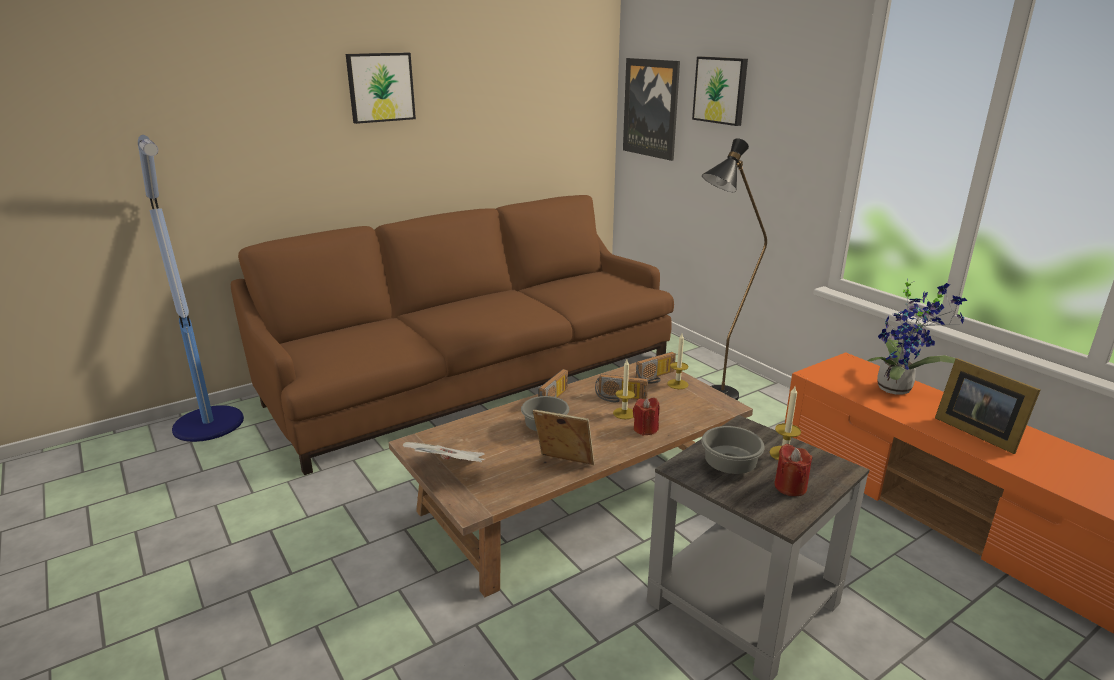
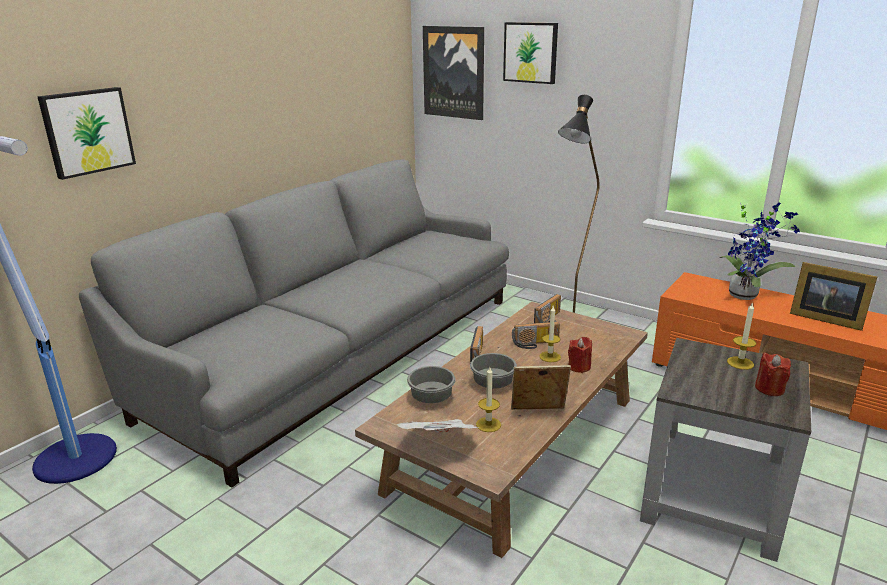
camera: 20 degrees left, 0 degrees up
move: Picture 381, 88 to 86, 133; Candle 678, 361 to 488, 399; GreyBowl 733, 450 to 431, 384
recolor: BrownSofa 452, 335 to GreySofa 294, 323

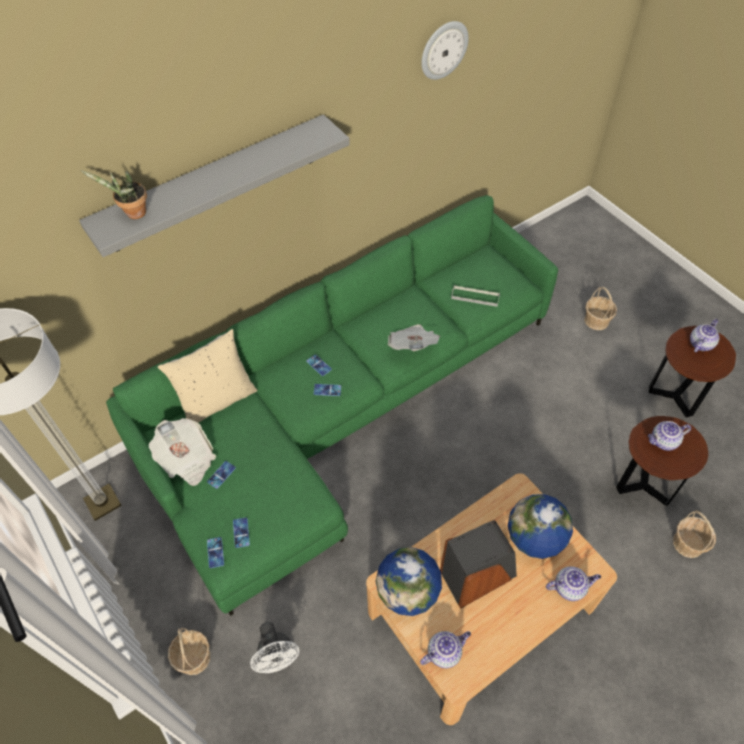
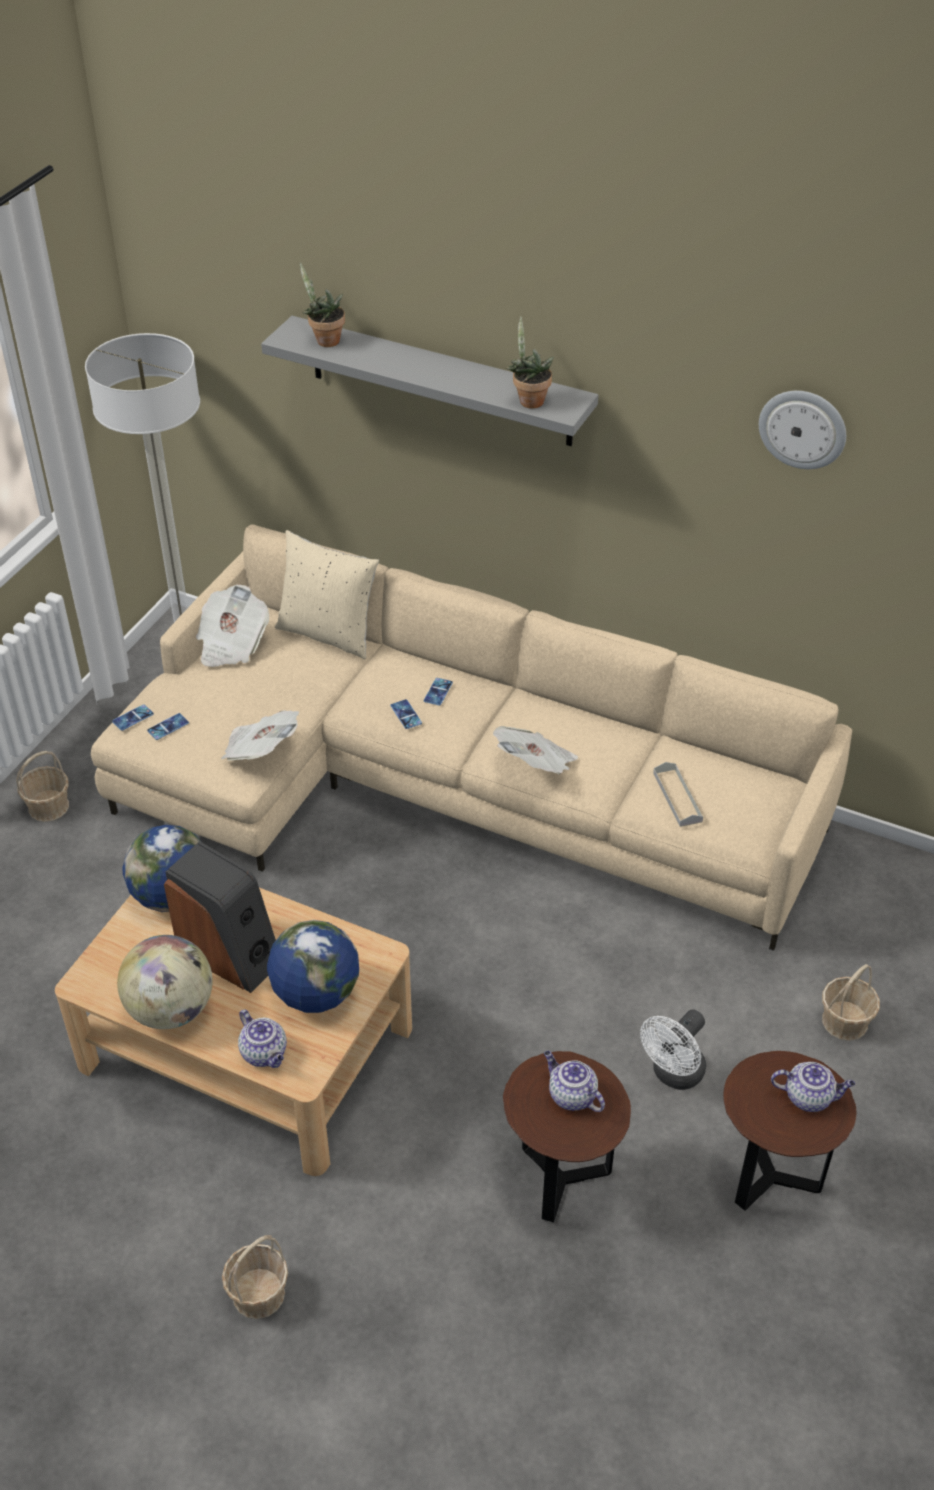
camera: 60 degrees right, 10 degrees down
delete: Phone 221, 475; Teapot 445, 649
insert: Globe 165, 982; Newspaper 260, 735; PottedPlant 529, 362
move: WhiteFan 274, 647 to 673, 1049; Basket 694, 534 to 255, 1277
recolor: GreenSofa 332, 405 to BeigeSofa 471, 737

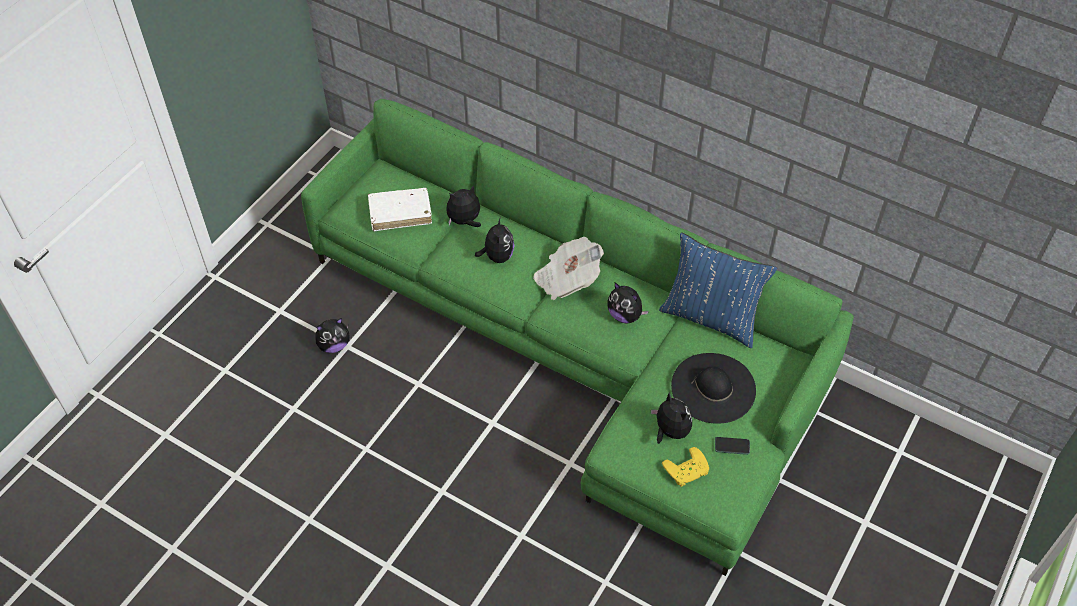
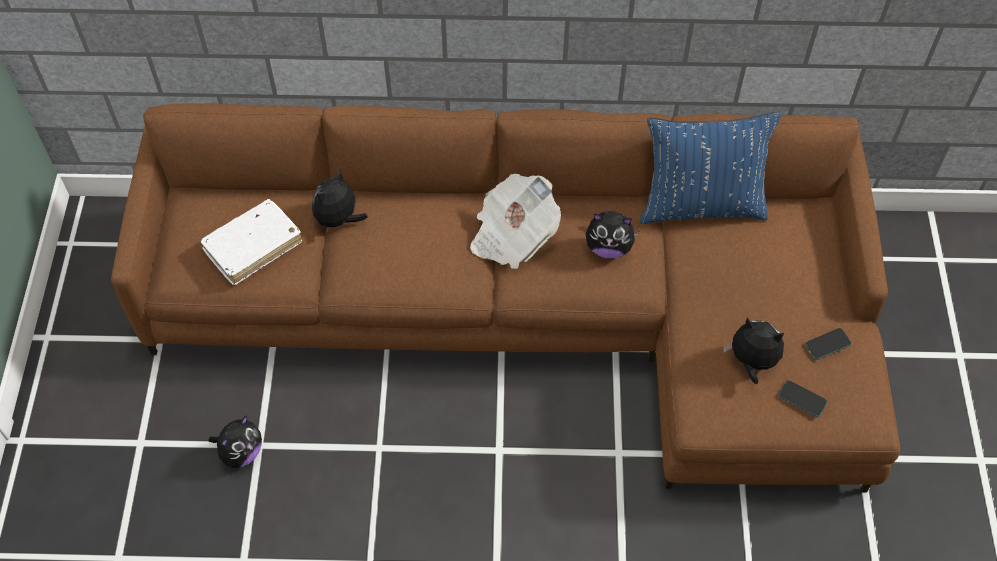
camera: 30 degrees left, 5 degrees up
delete: PlushToy 495, 240; BlackHat 713, 388
replace: YellowGameController 685, 467 to Phone 803, 398
recolor: GreenSofa 577, 337 to BrownSofa 505, 298

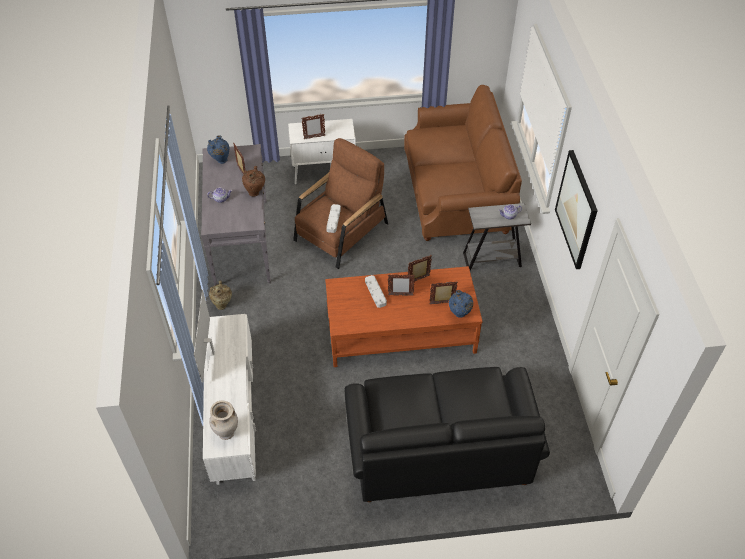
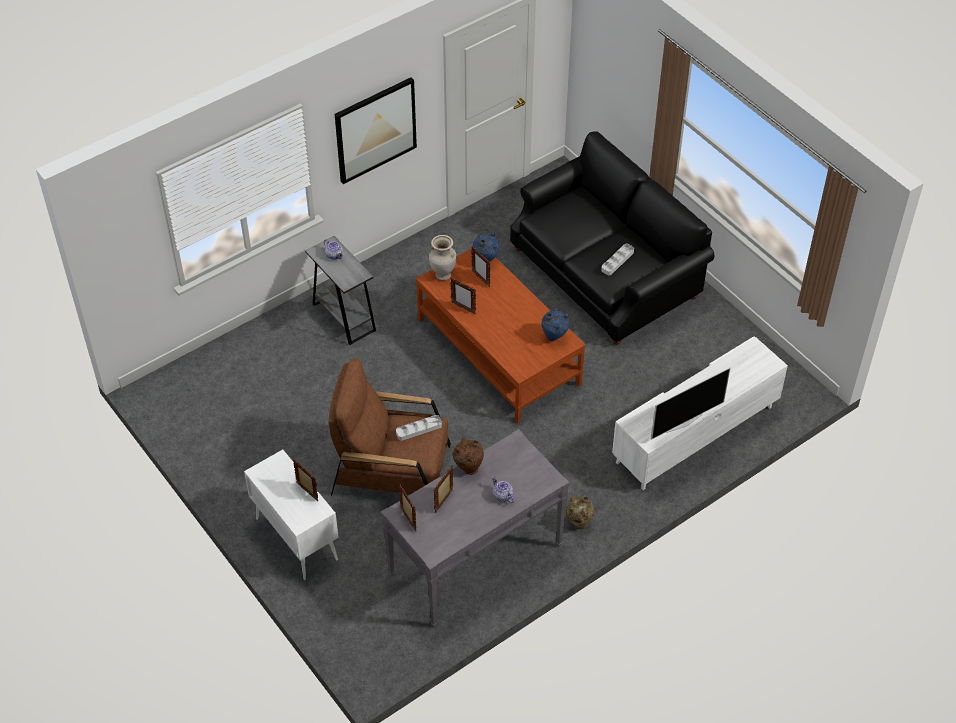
camera: 120 degrees left, 0 degrees up
delete: BrownSofa 463, 163
move: BlueVase 218, 149 to 555, 324; BeigeVase 223, 420 to 443, 257; GreyTray 376, 291 to 617, 259; PictureFrame 401, 285 to 407, 507

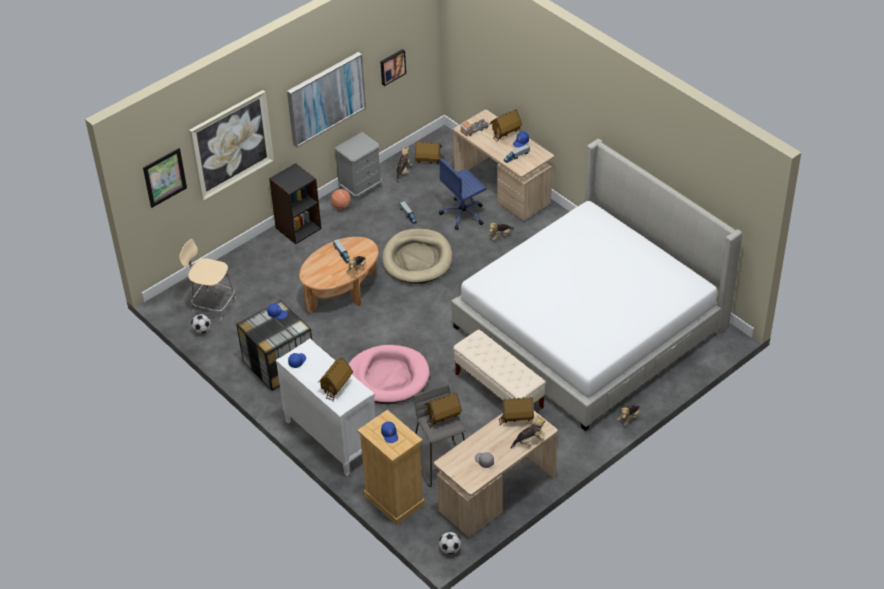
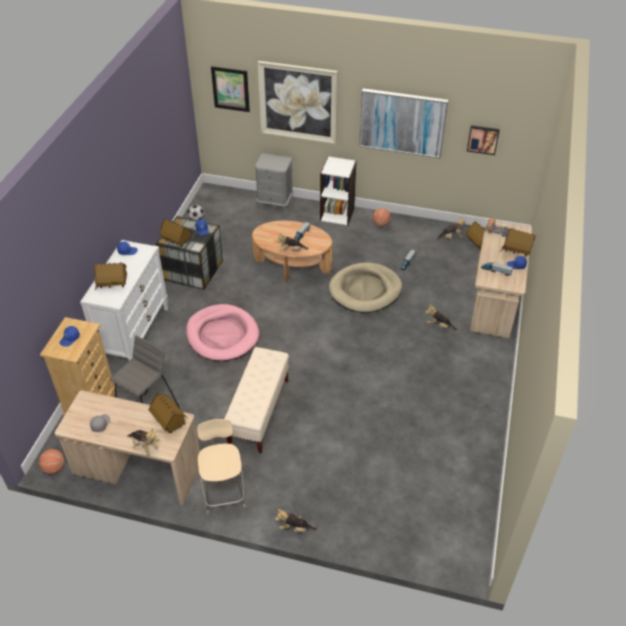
camera: 55 degrees right, 0 degrees up
delete: BlueOfficeChair 463, 194; Bed 596, 285
move: BeigeChair 207, 280 to 221, 466; GreyNightstand 358, 167 to 273, 182; ToyHouse 443, 410 to 175, 233
replace: Football 450, 543 to Basketball 51, 461
recolor: BlackBookcase 295, 203 to WhiteBookcase 338, 191

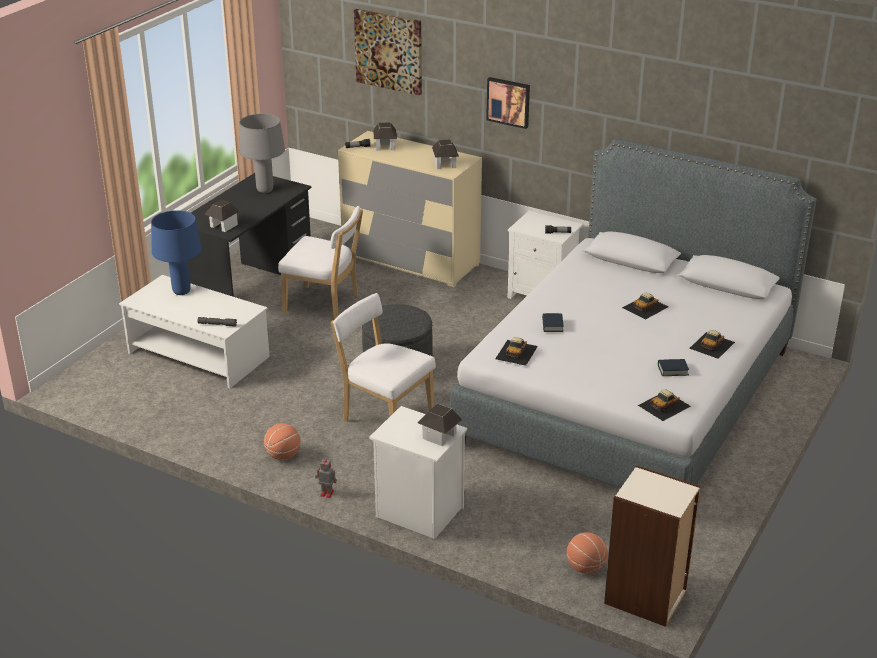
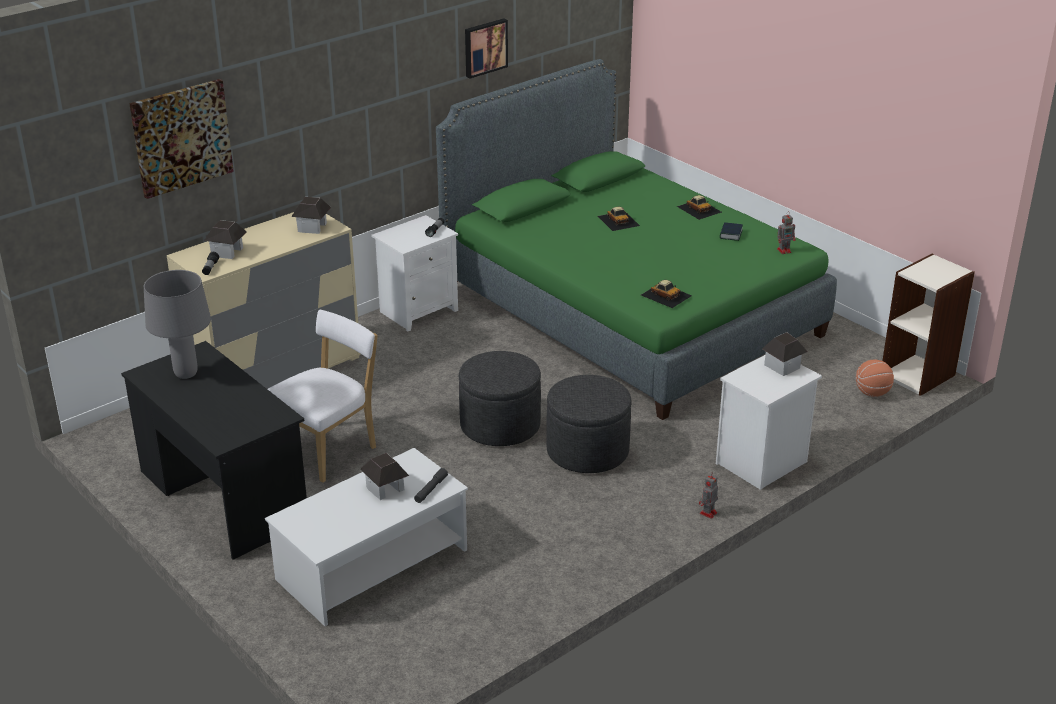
camera: 70 degrees left, 0 degrees up
delete: BlueTableLamp 176, 252; Basketball 282, 441; Book 552, 322
move: ToyHouse 222, 216 to 384, 476; Picture 508, 103 to 486, 48
replace: WhiteChair 383, 357 to GreyOttoman 589, 424; ToyCar 664, 405 to ToyRobot 786, 233
recolor: GreyBed 633, 313 to GreenBed 636, 239

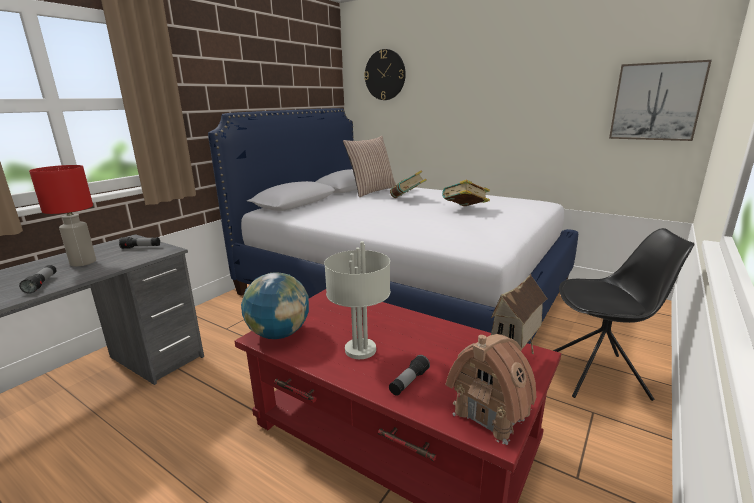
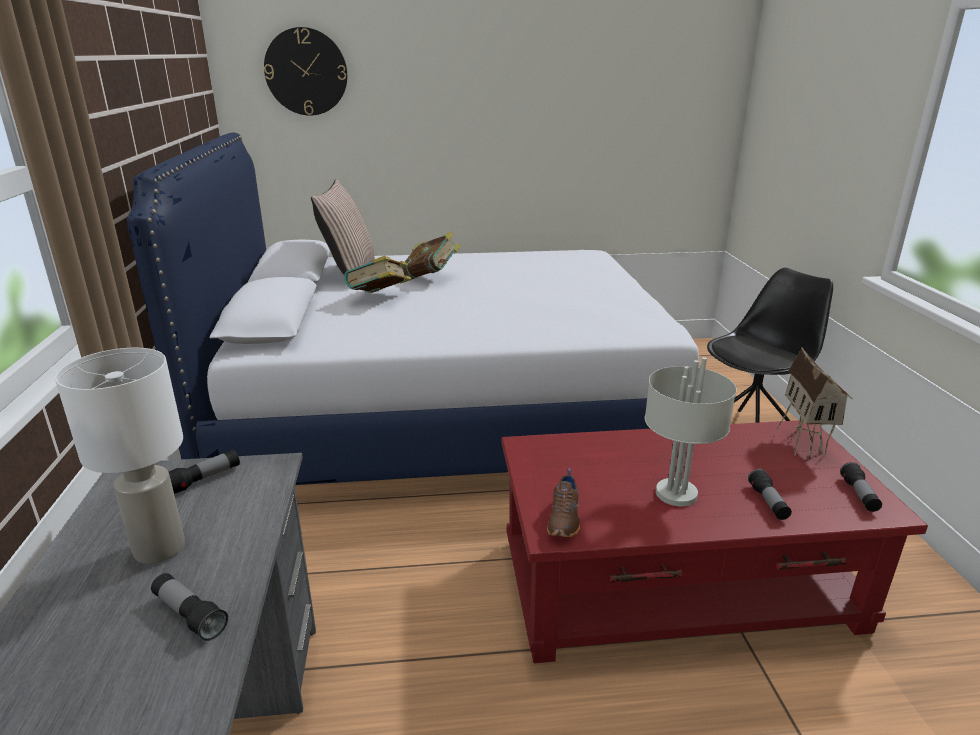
camera: 40 degrees left, 5 degrees up
delete: Picture 660, 100
move: Book 466, 193 to 377, 274
replace: Globe 275, 305 to BrownShoe 563, 502; ToyHouse 490, 389 to Flashlight 861, 487
recolor: RedTableLamp 62, 216 to WhiteTableLamp 120, 456

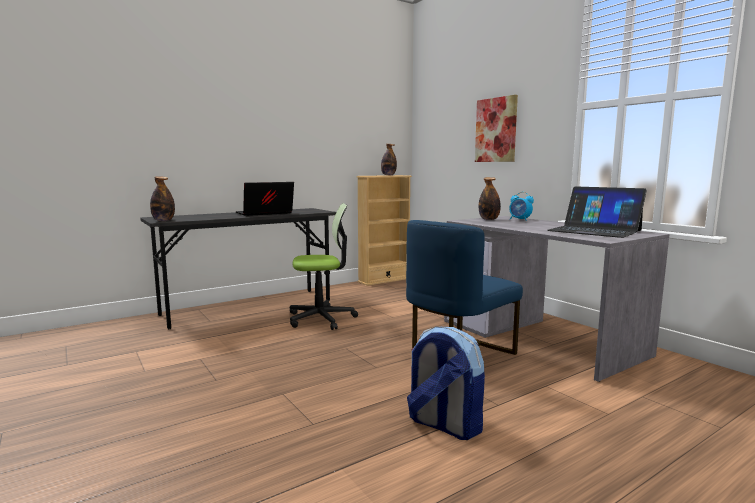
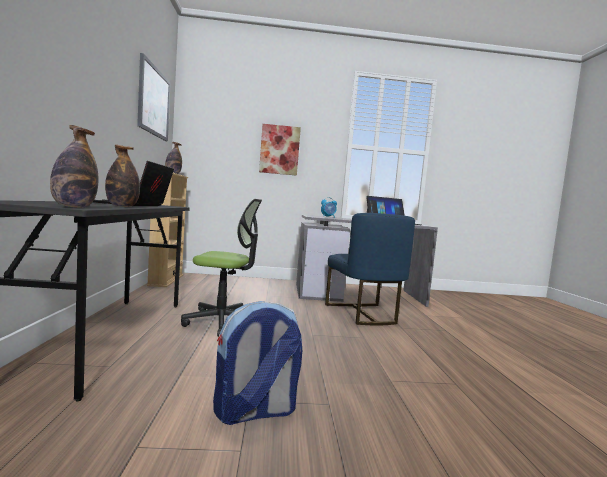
camera: 60 degrees left, 5 degrees down
insert: Picture 154, 97
move: Backpack 446, 383 to 257, 363; Bottle 489, 198 to 122, 175
rotate: OfficeChair 324, 266 = 221, 268 75 degrees clockwise

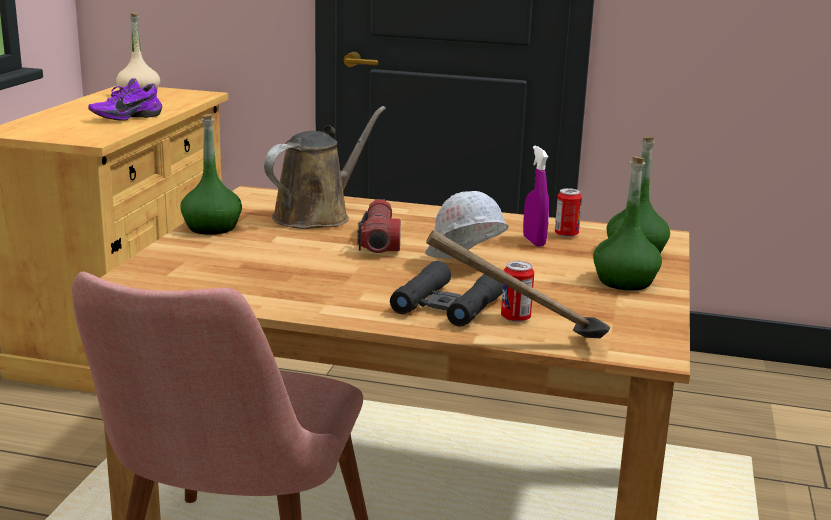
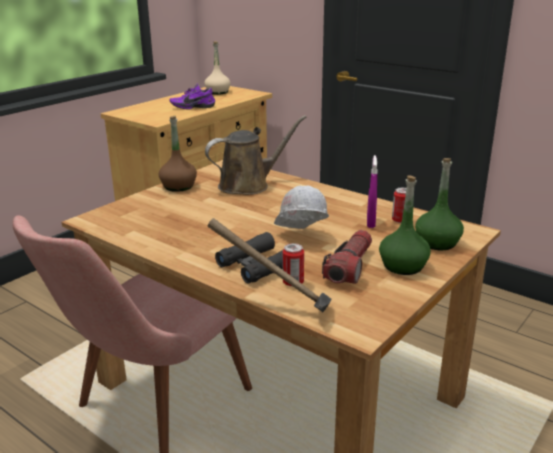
camera: 25 degrees right, 5 degrees up
move: Flashlight 379, 226 to 347, 257
recolor: GreenBottle 211, 174 to BrownBottle 178, 154

